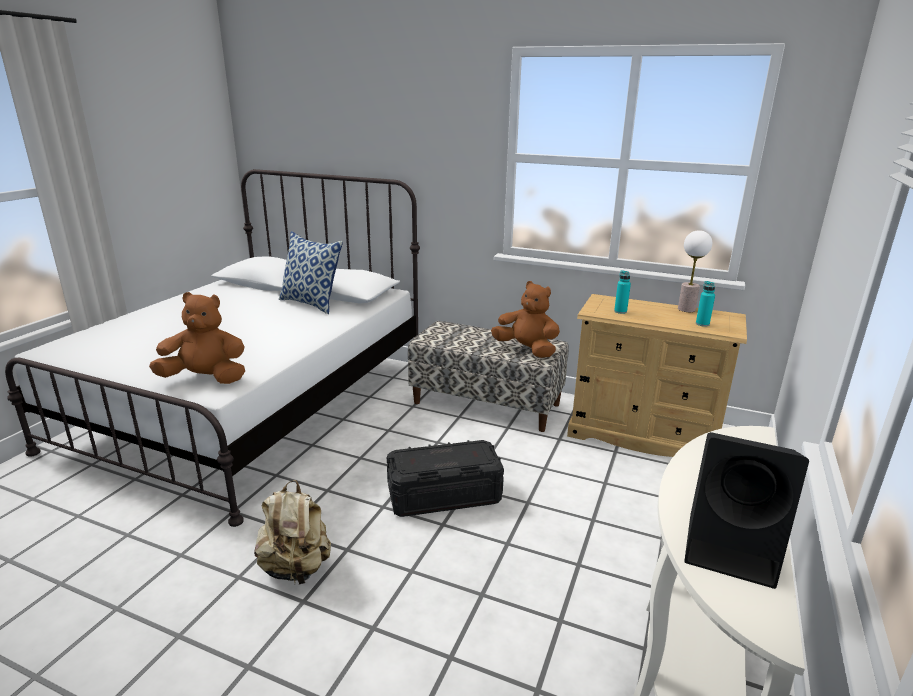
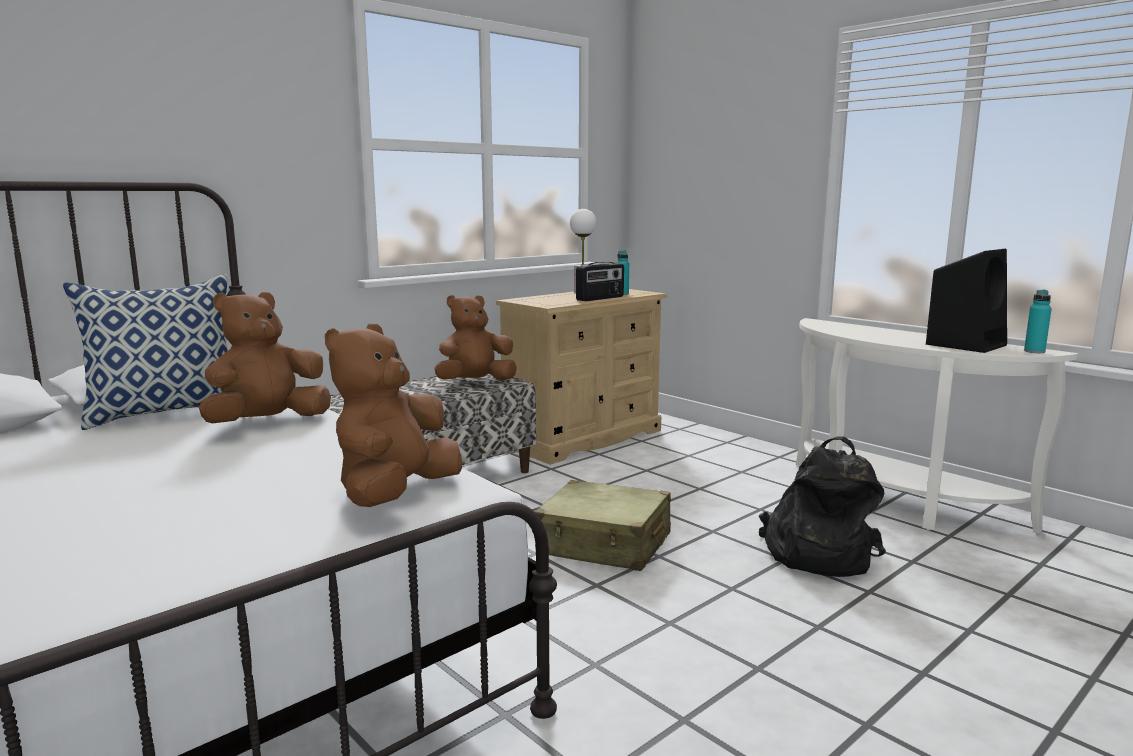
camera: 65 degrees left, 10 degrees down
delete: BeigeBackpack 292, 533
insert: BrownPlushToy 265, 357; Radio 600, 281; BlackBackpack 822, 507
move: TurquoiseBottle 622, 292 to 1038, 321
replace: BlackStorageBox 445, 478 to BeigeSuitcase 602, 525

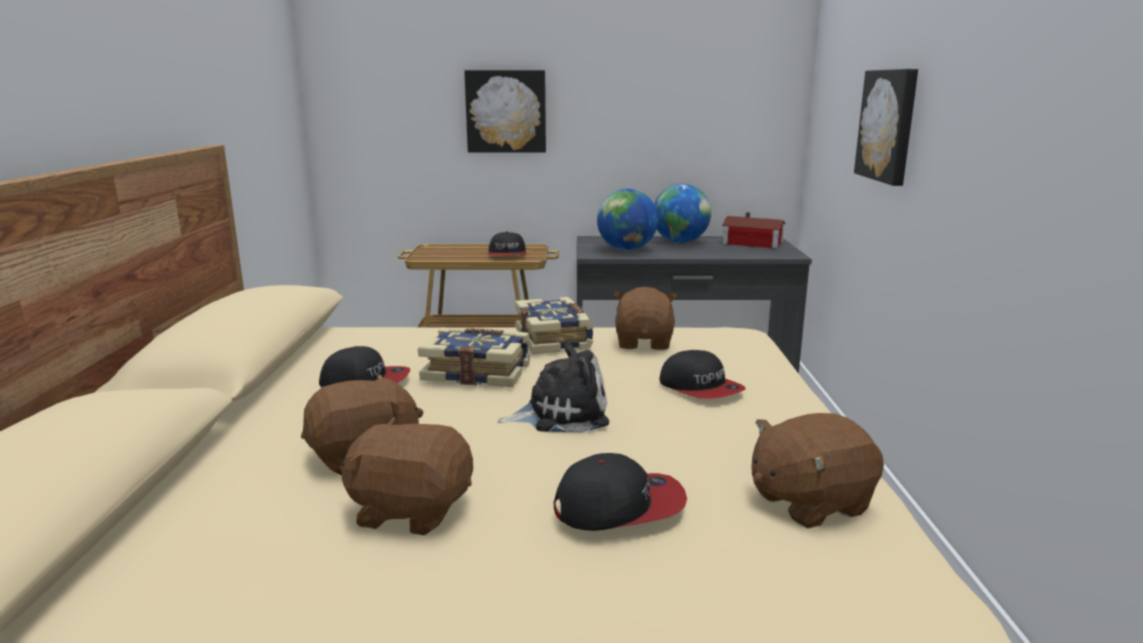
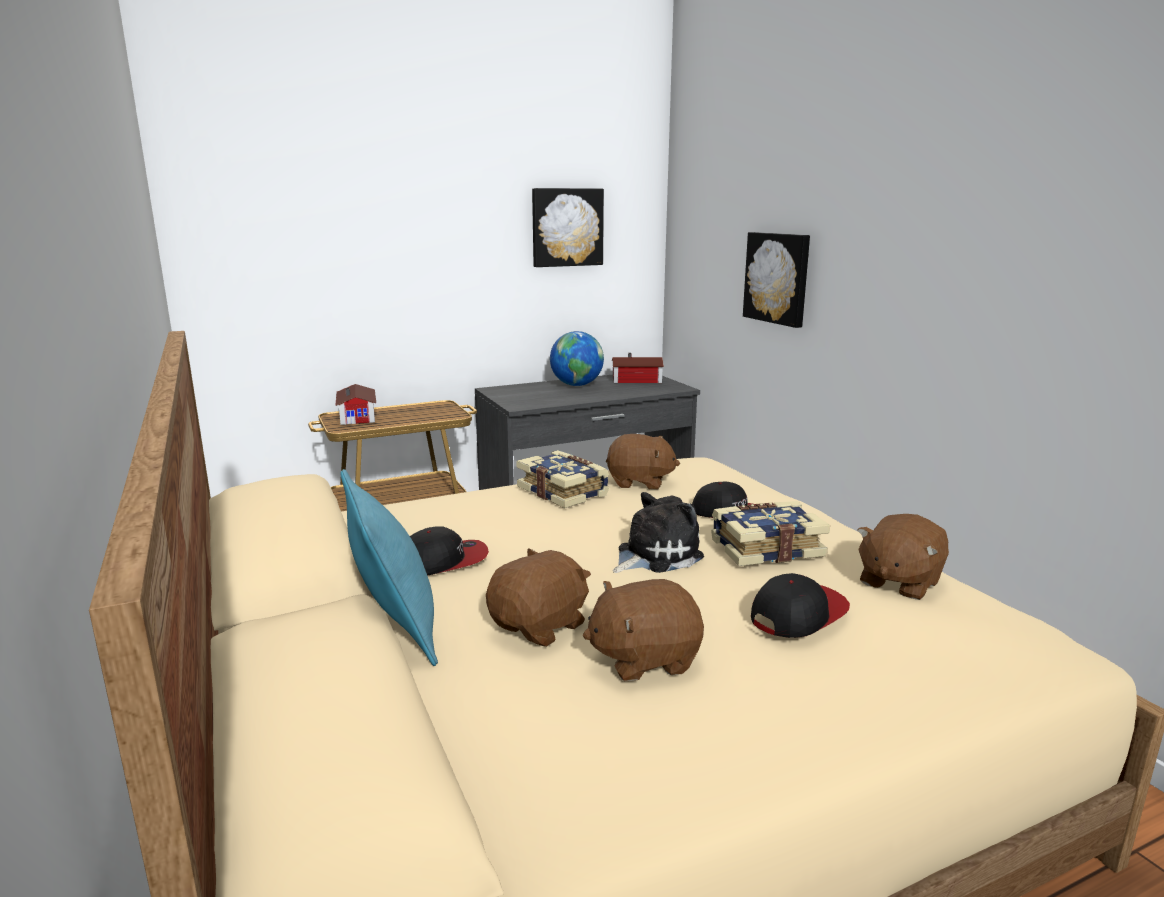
camera: 25 degrees left, 0 degrees up
delete: Cap 507, 243; Globe 627, 220
insert: ToyHouse 355, 404; TurquoisePillow 389, 567
move: Book 474, 357 to 770, 533; Picture 505, 111 to 568, 227
rotate: BrownPlushToy 645, 318 = 643, 461 120 degrees clockwise

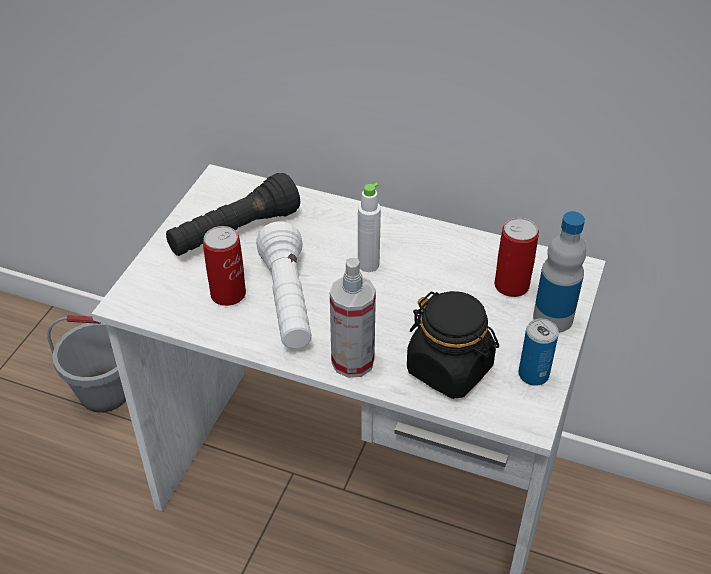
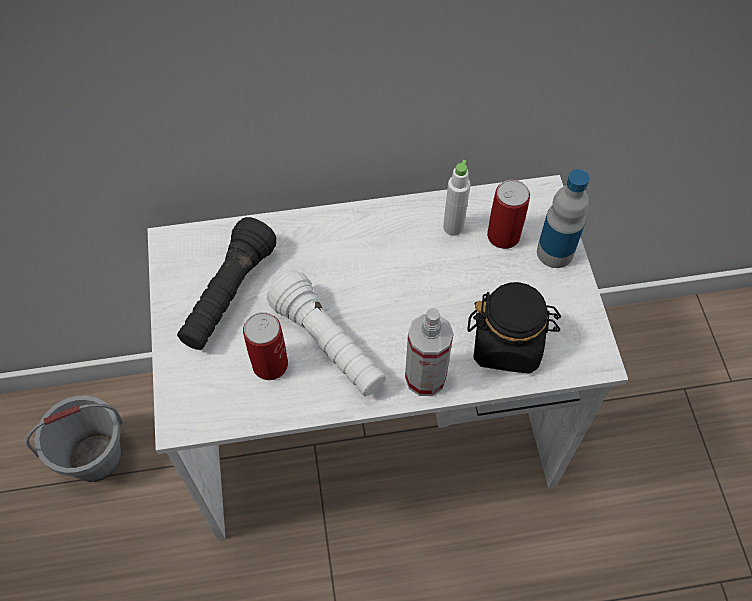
camera: 30 degrees left, 15 degrees up
delete: Can 538, 352
move: WhiteBottle 369, 227 to 456, 198

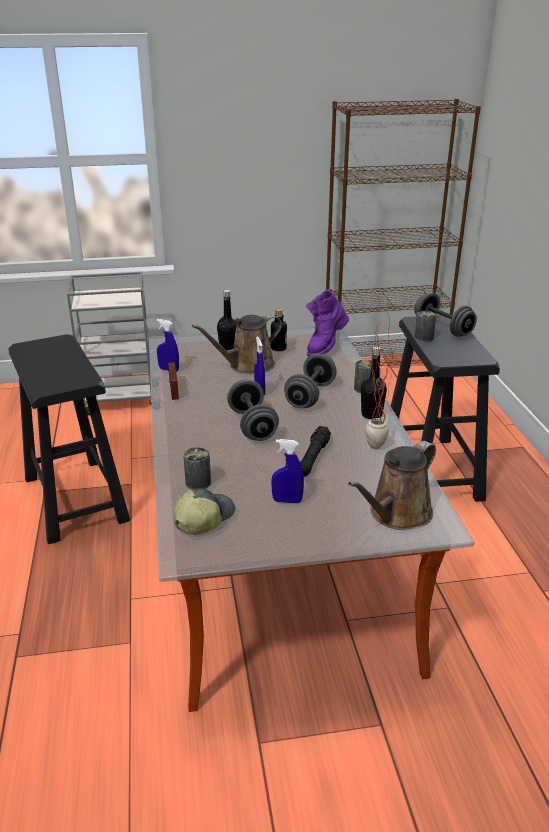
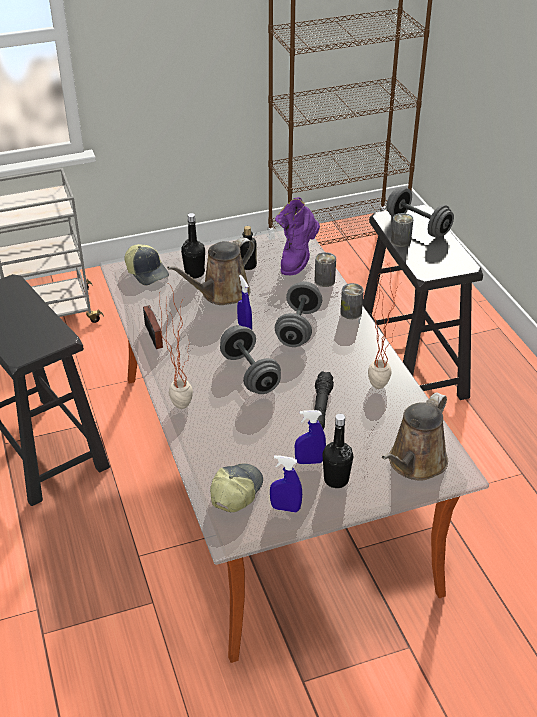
camera: 10 degrees left, 10 degrees up
insert: Cap 146, 264; PottedPlant 176, 346
move: BlueSprayBottle 168, 345 to 286, 484; Can 197, 468 to 325, 269; BlackBottle 374, 382 to 337, 451

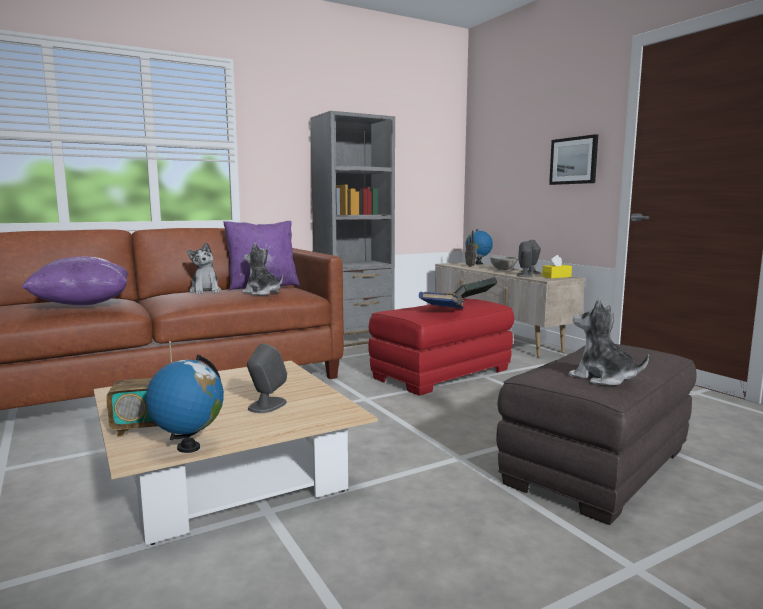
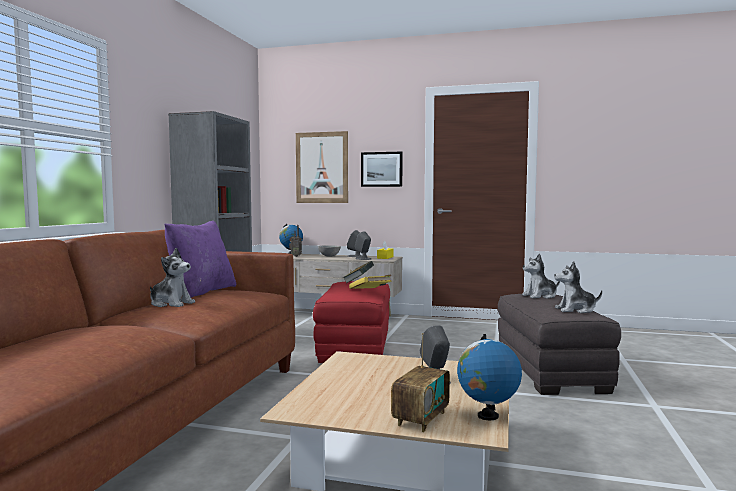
camera: 45 degrees left, 5 degrees down
delete: PurplePillow 75, 280
insert: Picture 322, 167
move: PlushToy 262, 269 to 541, 276
recolor: BlueBook 442, 300 to YellowBook 370, 282

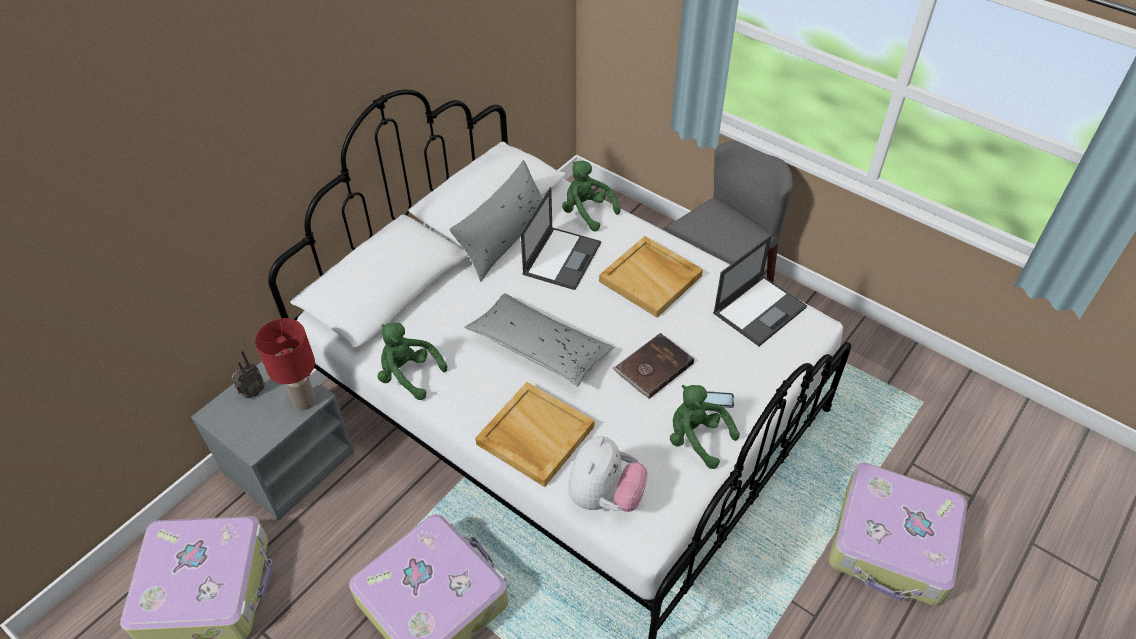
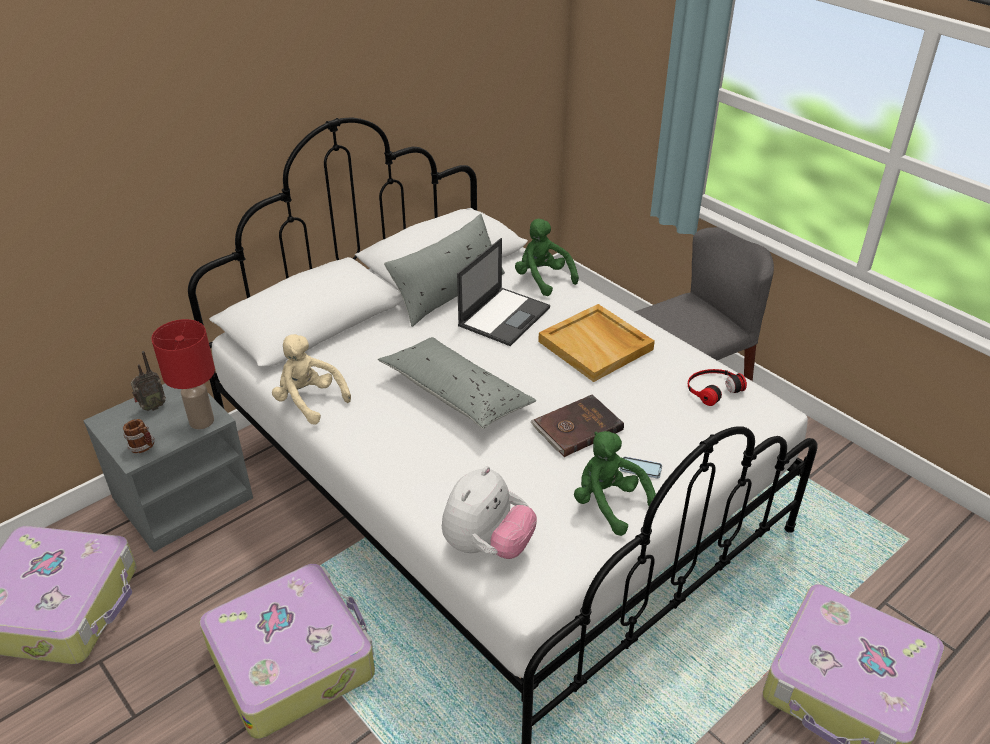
camera: 10 degrees right, 10 degrees down
delete: BeigeTray 534, 434
insert: Mug 139, 436
replace: Laptop 760, 290 to Headphones 717, 387
recolor: GreenPlushToy 412, 361 to BeigePlushToy 311, 379

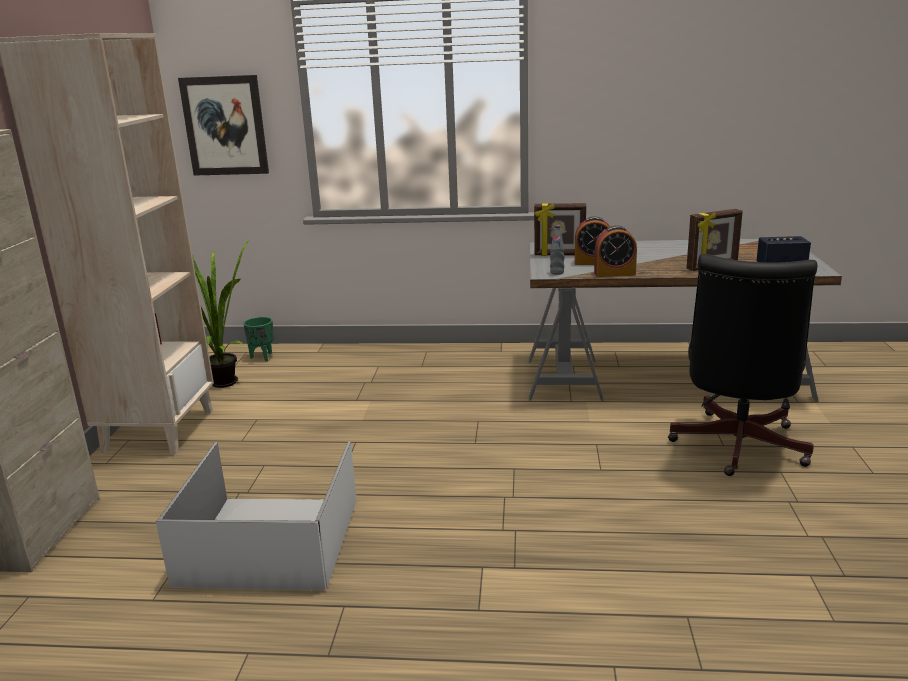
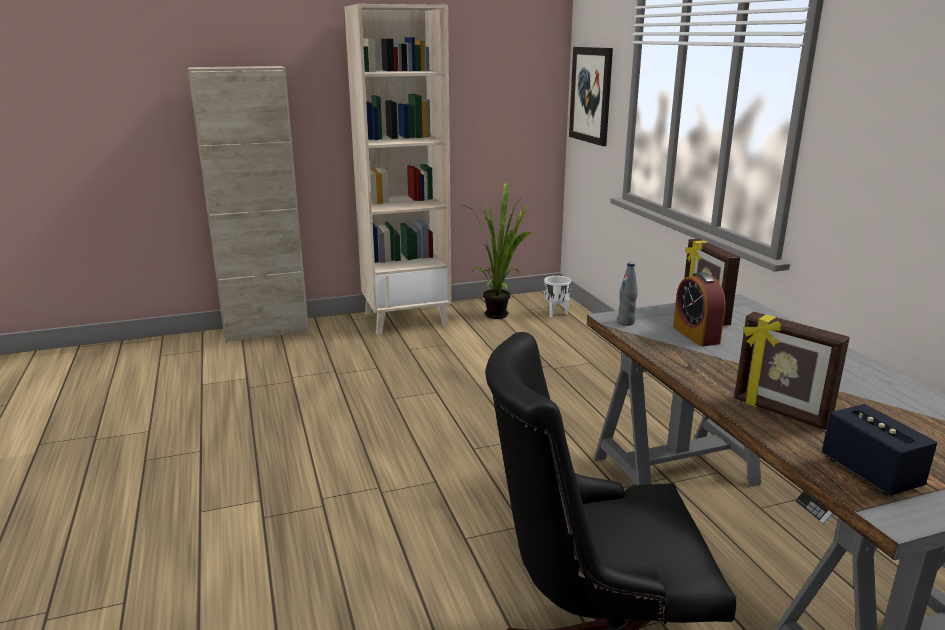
camera: 65 degrees right, 0 degrees up
delete: WhiteStorageBox 256, 516; AlarmClock 615, 251
recolor: GreenPlanter 258, 339 to WhitePlanter 557, 297

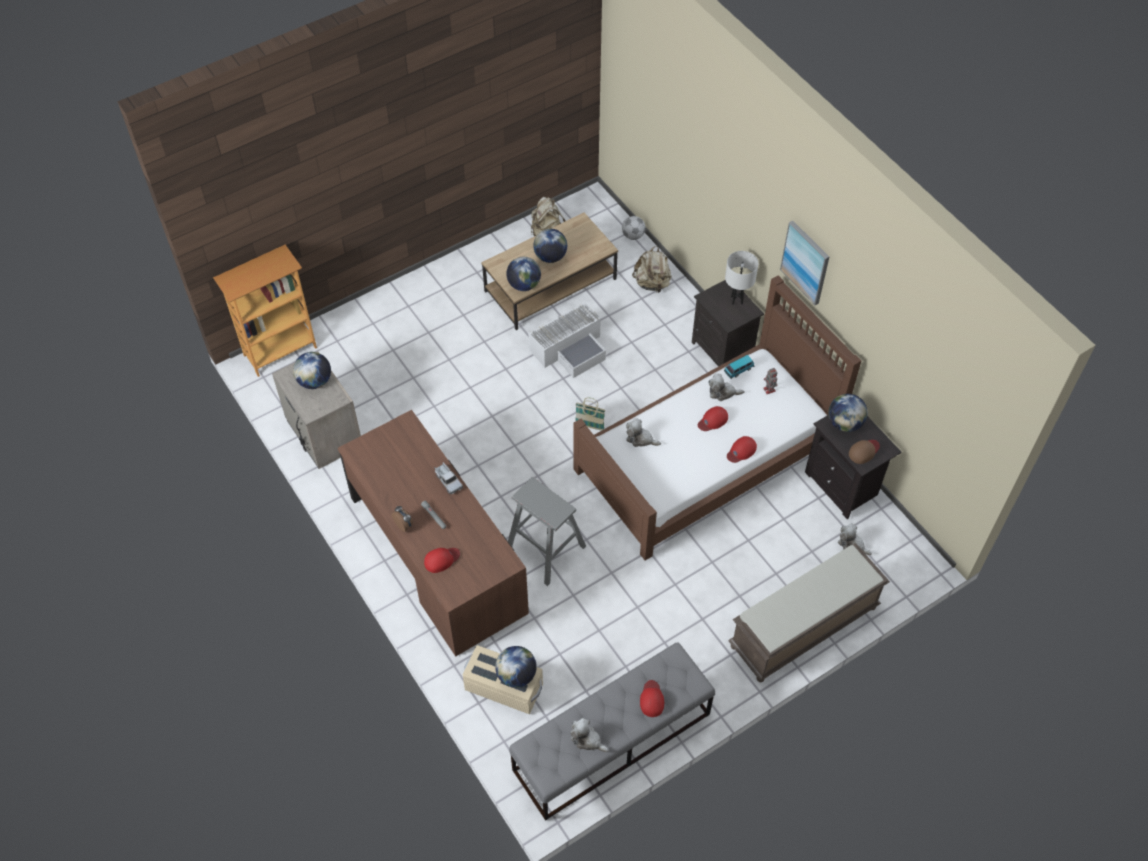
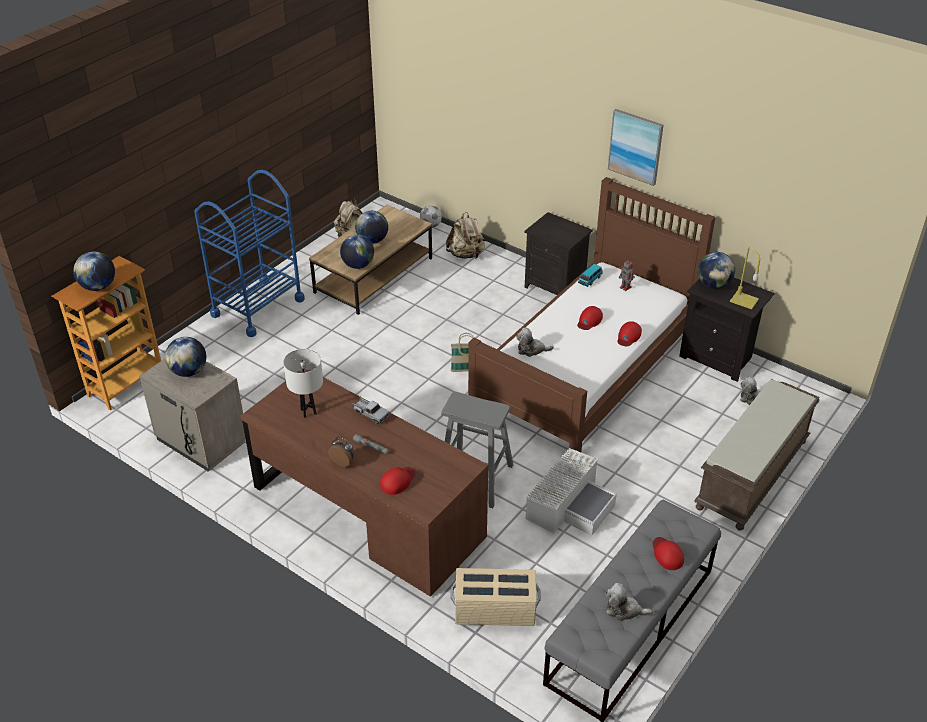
camera: 20 degrees left, 15 degrees down
delete: PlushToy 726, 387
insert: BlueCart 249, 253
move: Globe 516, 667 to 94, 271; WhiteStorageBox 567, 340 to 571, 491; WhiteTableLamp 741, 278 to 303, 383
replace: BrownCap 864, 452 to YellowTableLamp 745, 277

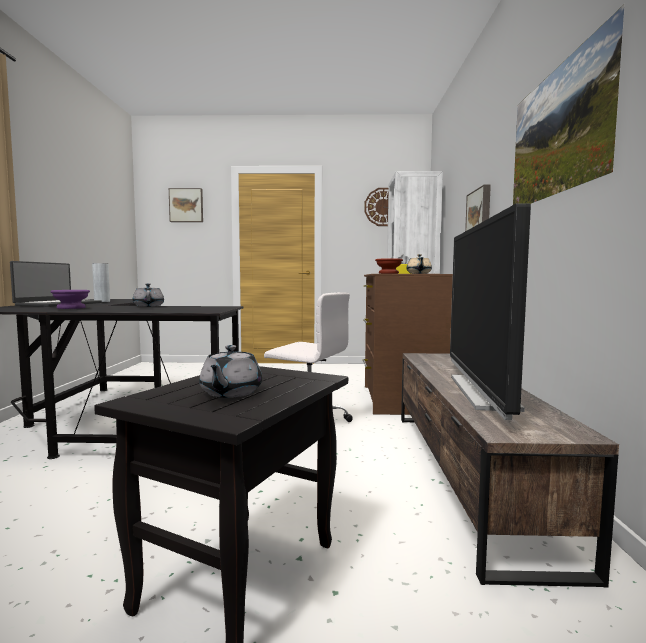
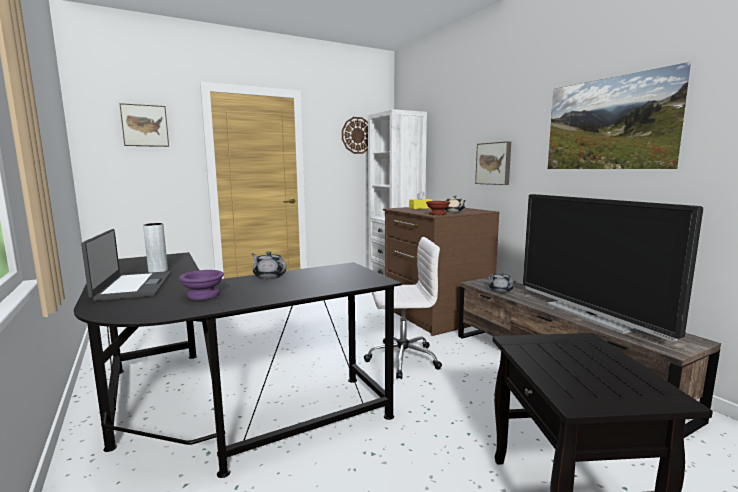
camera: 30 degrees left, 5 degrees up
move: GreyTeapot 230, 371 to 502, 282

